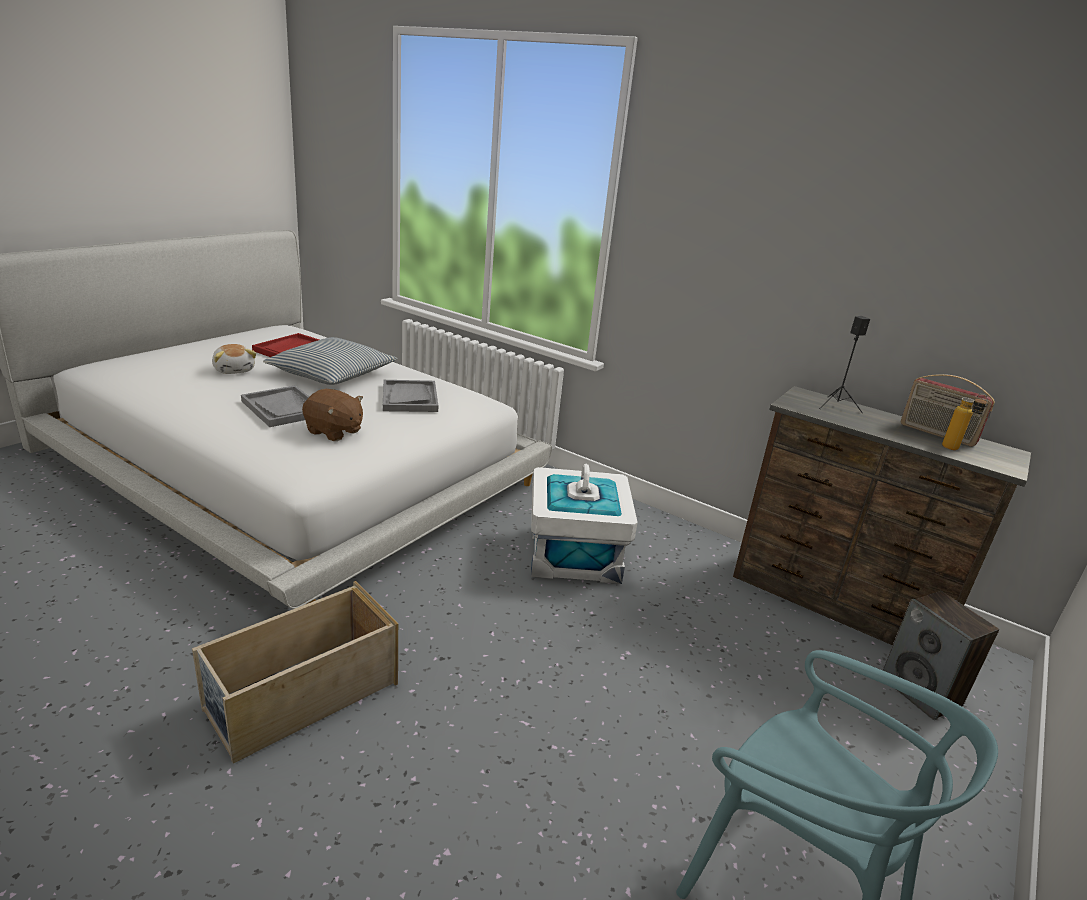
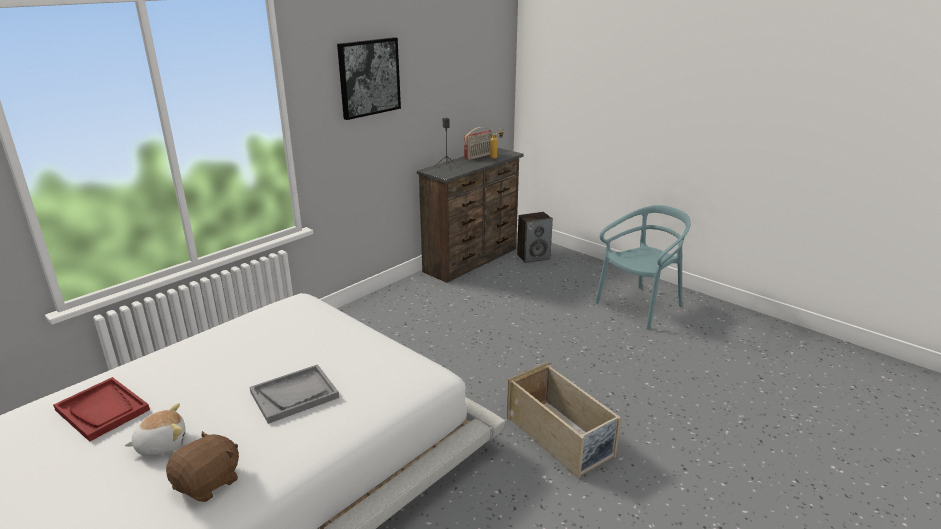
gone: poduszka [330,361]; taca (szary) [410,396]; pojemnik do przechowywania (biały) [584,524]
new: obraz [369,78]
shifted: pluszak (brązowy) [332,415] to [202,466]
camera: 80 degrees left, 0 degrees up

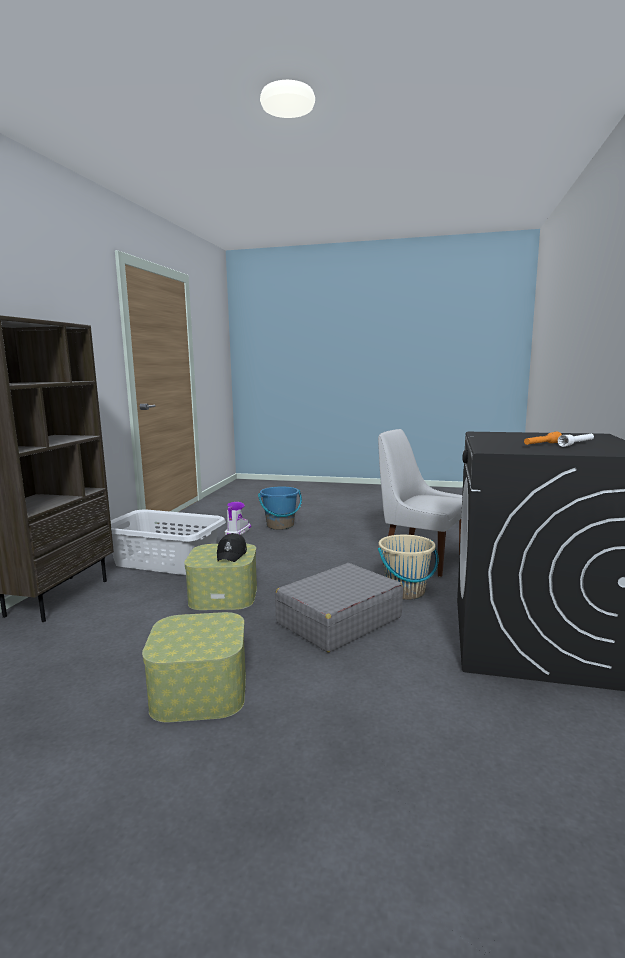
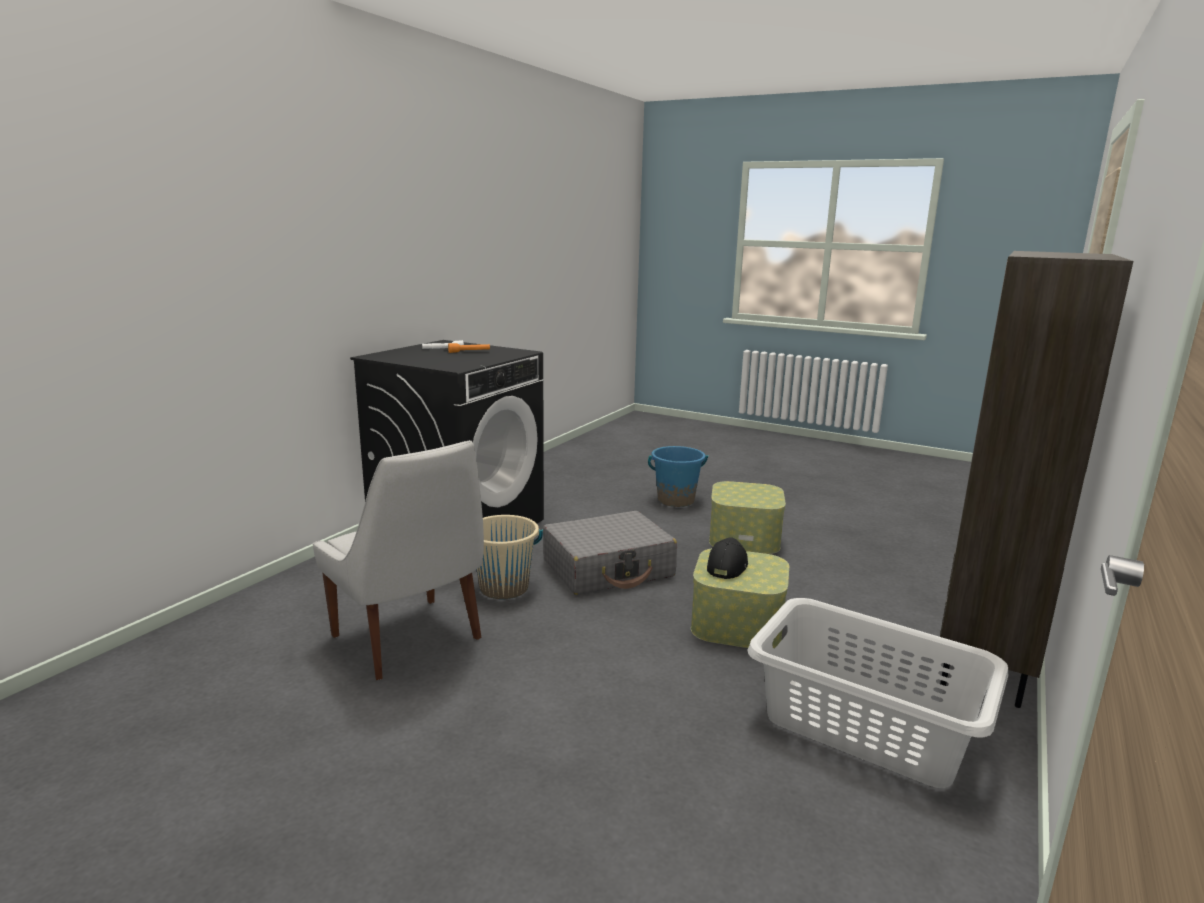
gone: but z cholewką [238,518]
shifted: wiadro (niebieski) [280,508] to [678,476]
camera: 165 degrees left, 5 degrees up

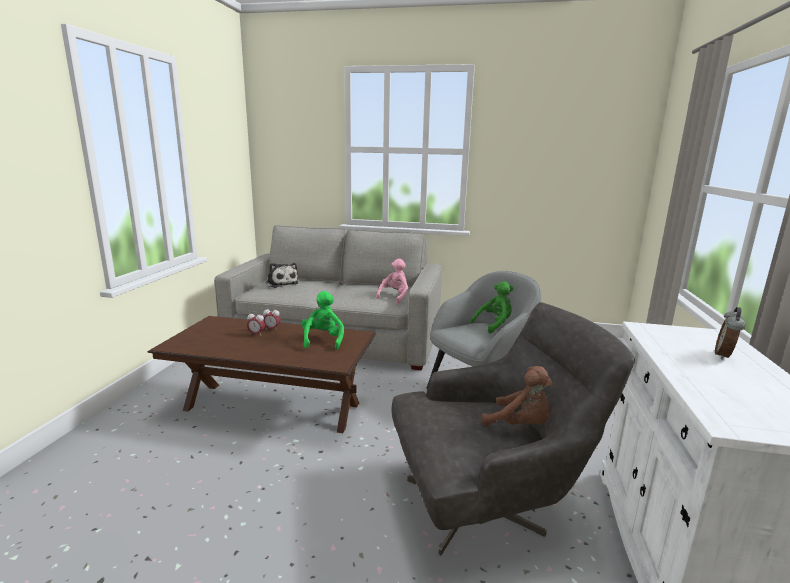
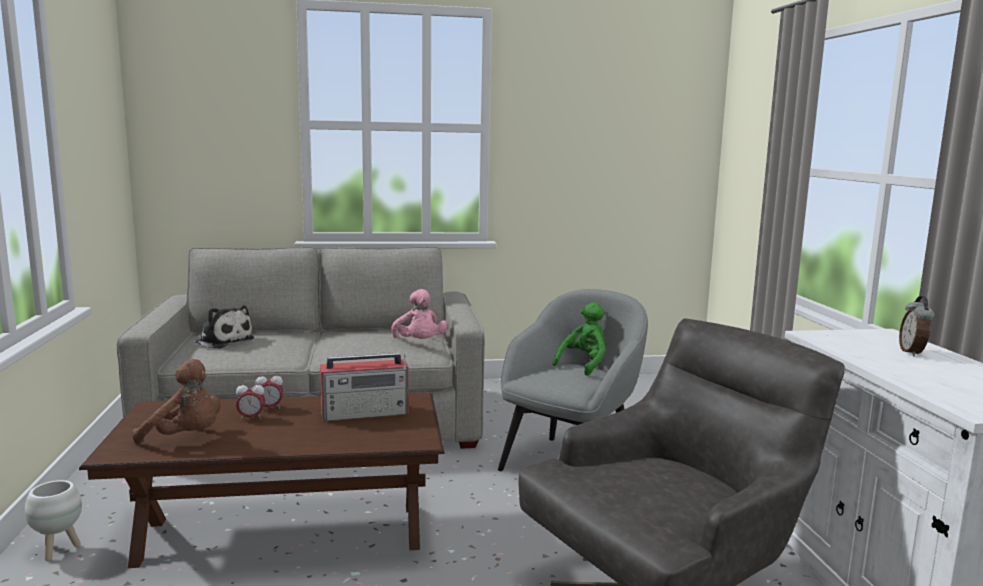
new: donica (biały) [53,520]
shifted: pluszak (brązowy) [516,396] to [176,401]
swapped: pluszak (zielony) [322,320] to radio [364,387]
rotated: pluszak (różowy) [392,281] = [419,314] 150 degrees clockwise
camera: 20 degrees left, 5 degrees down

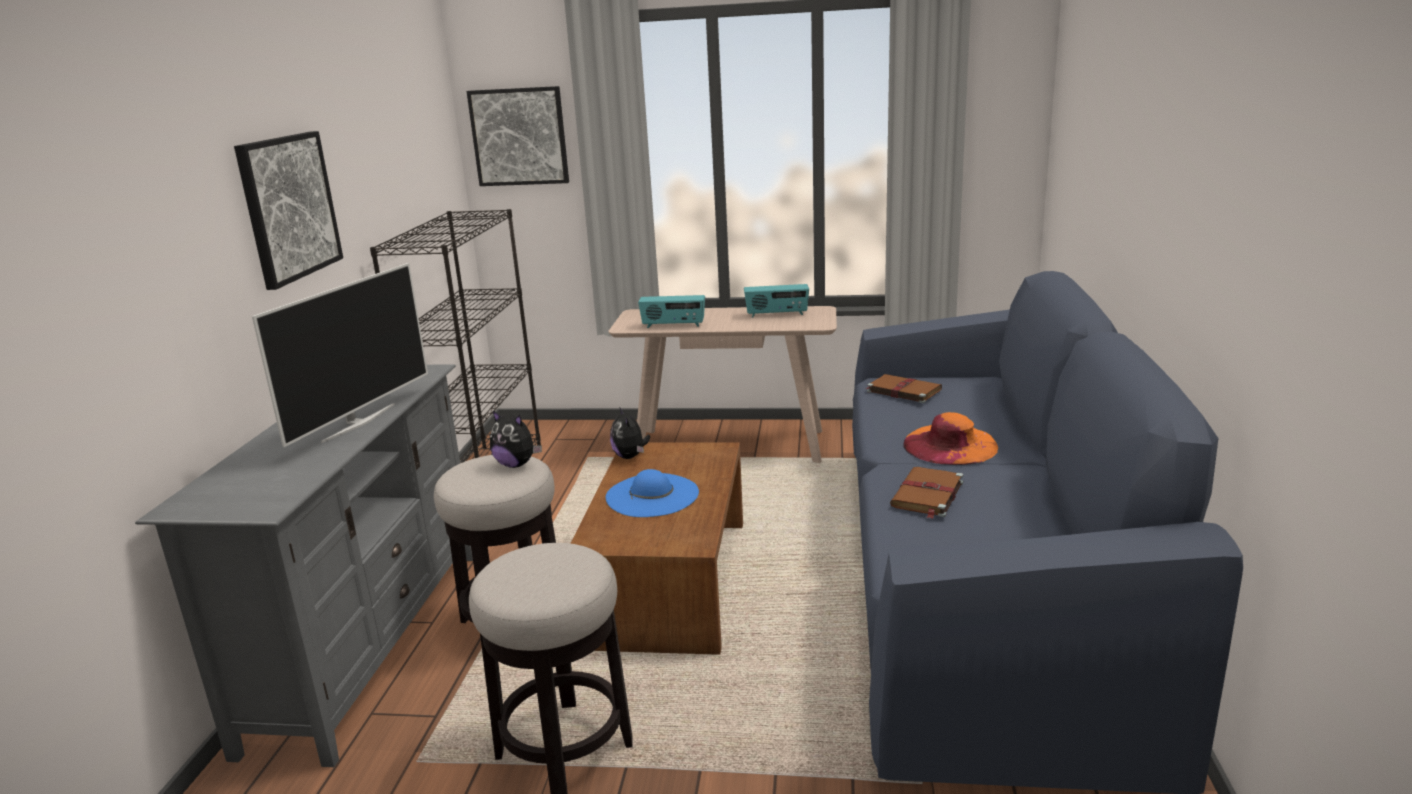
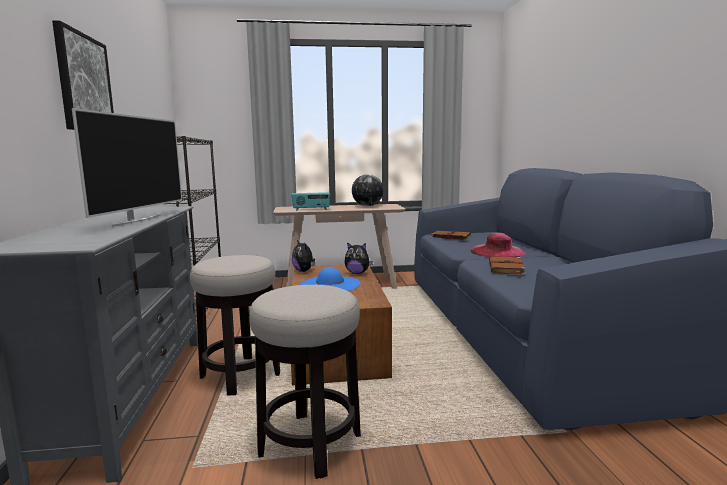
gone: obraz [517,136]
shifted: pluszak [516,439] to [359,258]
swapped: radio [776,301] to globus [367,190]
repainted: kapelusz (pomarańczowy) [950,438] to kapelusz (różowy) [498,245]
camera: 15 degrees left, 10 degrees down

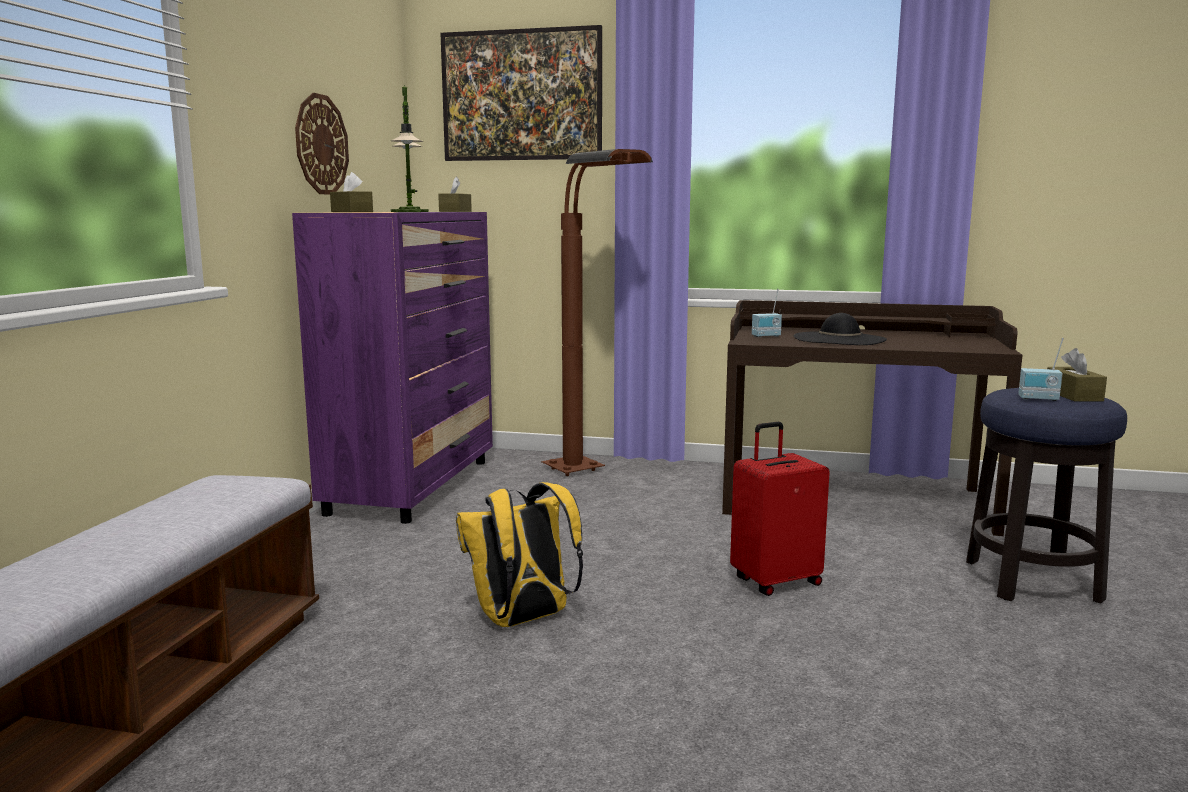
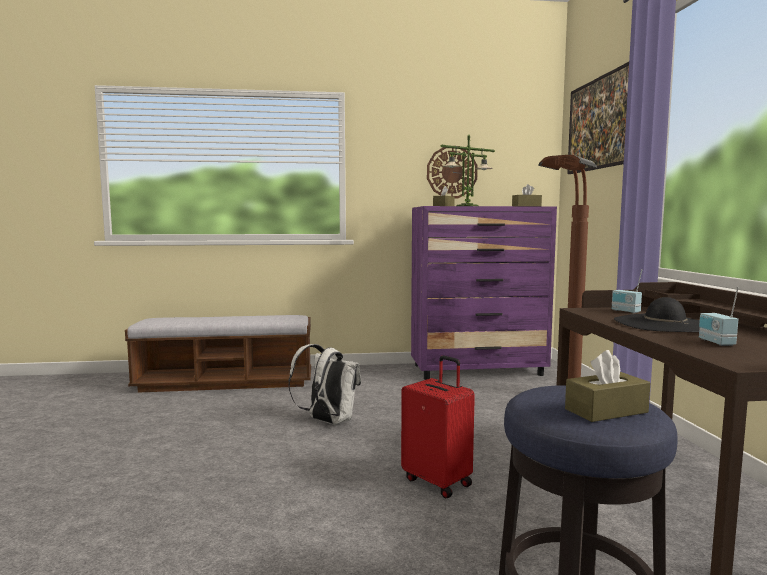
shifted: radio [1041,369] to [719,316]
repainted: plecak (żółty) [519,554] to plecak (biały) [324,384]
camera: 70 degrees right, 5 degrees down

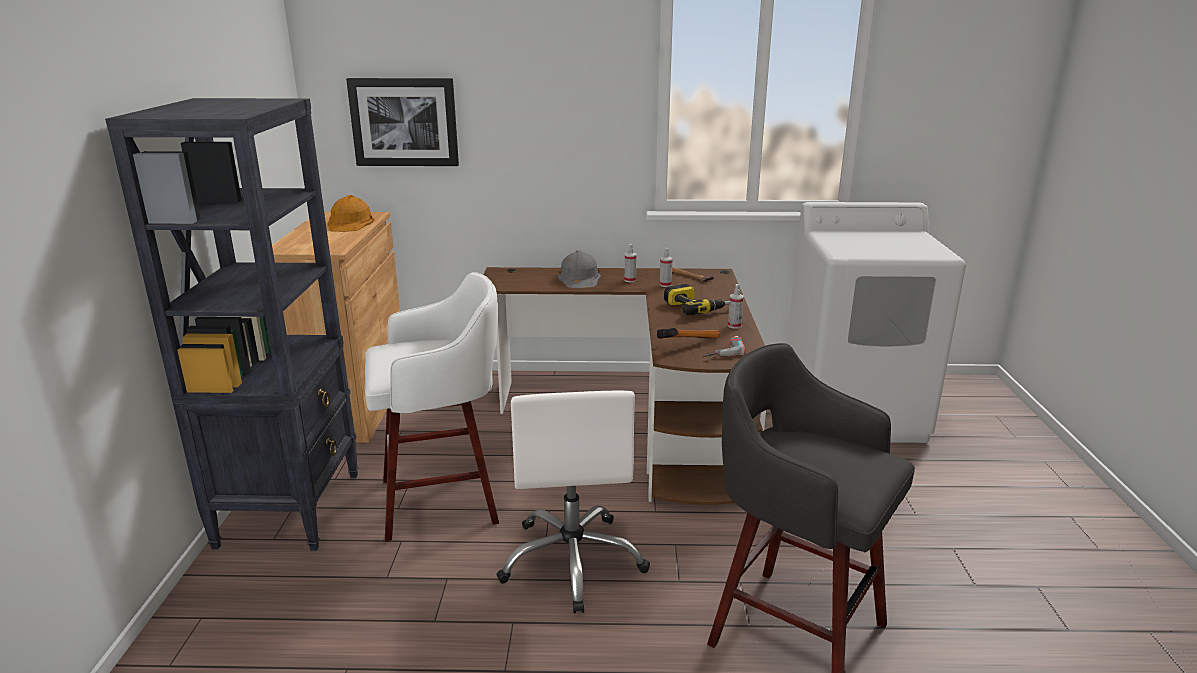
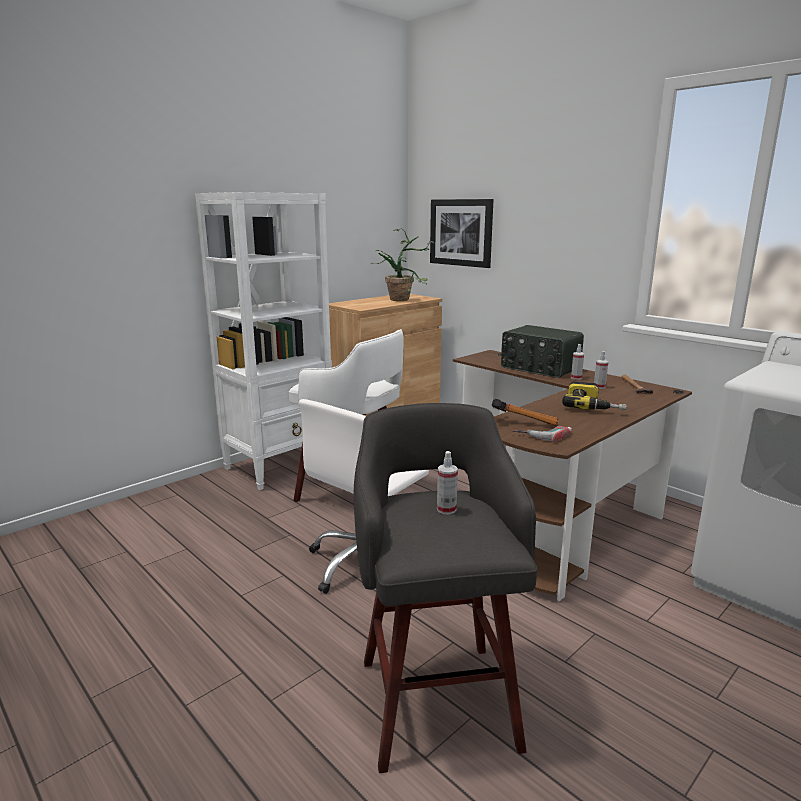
shifted: spryskiwacz [736,306] to [447,482]
swapped: kask (pomarańczowy) [351,213] to roślina doniczkowa [402,264]; kask (szary) [579,269] to radio [542,351]
repainted: regał (czarny) [232,324] to regał (biały) [263,341]
camera: 45 degrees right, 5 degrees down

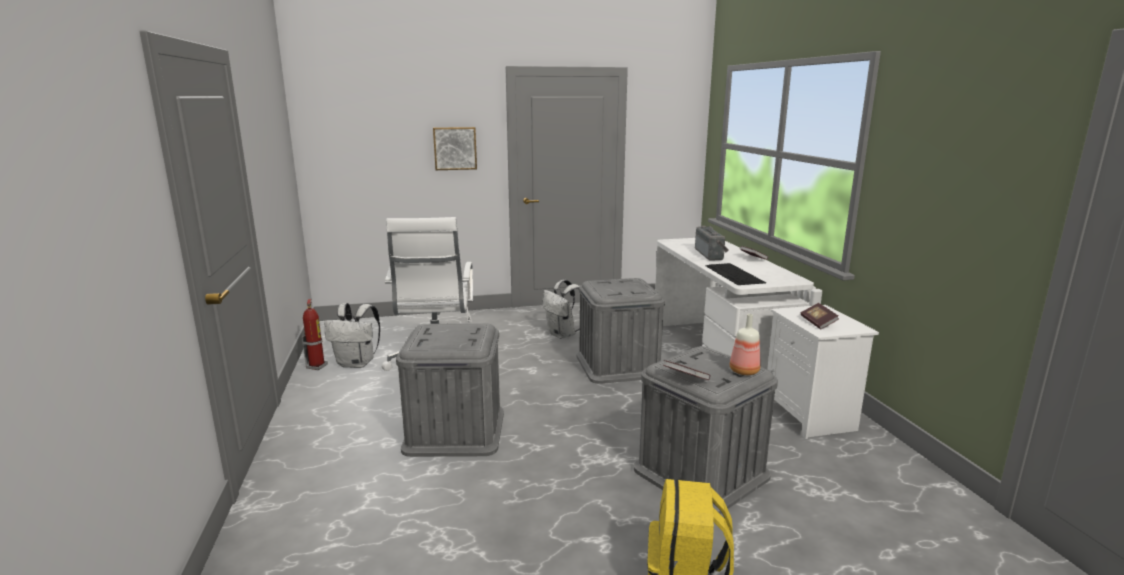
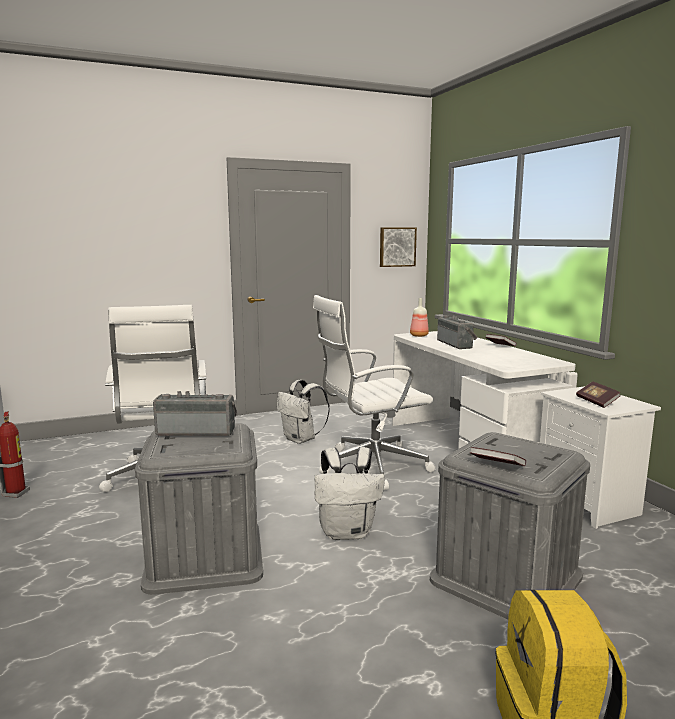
gone: klawiatura [735,274]
new: radio [195,413]
shifted: plecak (biały) [352,335] to [350,493]; obraz [455,148] to [398,247]; butelka [745,344] to [419,317]
swapped: pojemnik do przechowywania (szary) [620,331] to krzesło biurowe (biały) [374,392]
camera: 10 degrees left, 5 degrees down

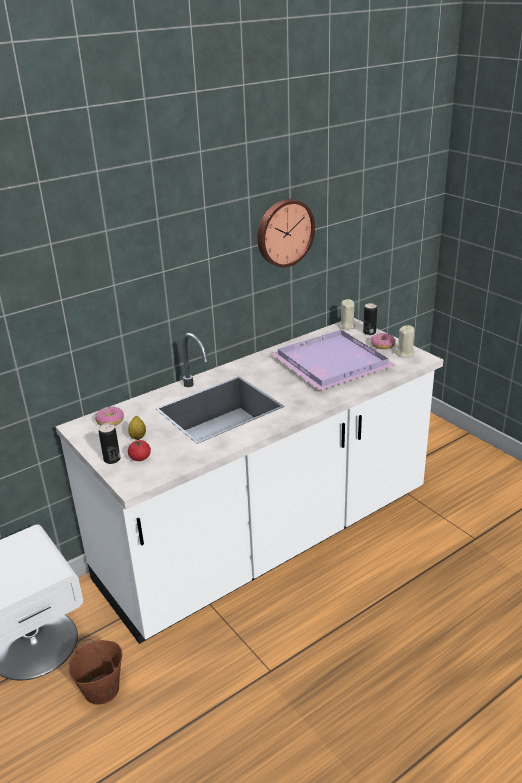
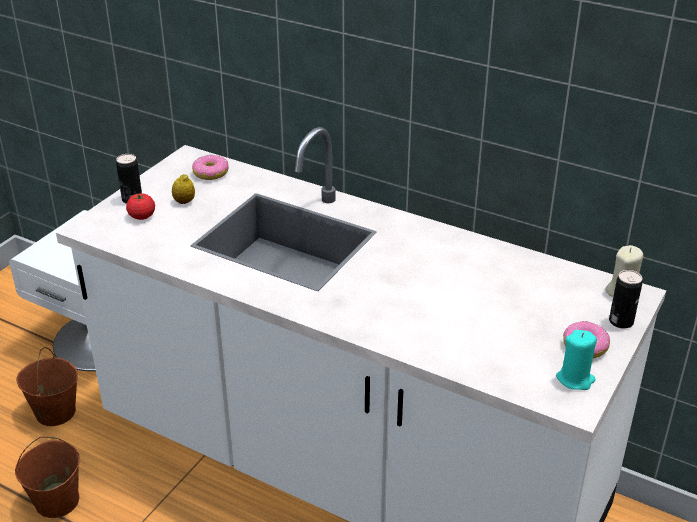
gone: zegar ścienny [286,233]; taca (fioletowy) [333,360]
new: wiadro (brązowy) [47,477]
repainted: świeca (beżowy) [405,341] to świeca (turkusowy) [576,360]
camera: 65 degrees right, 5 degrees up

